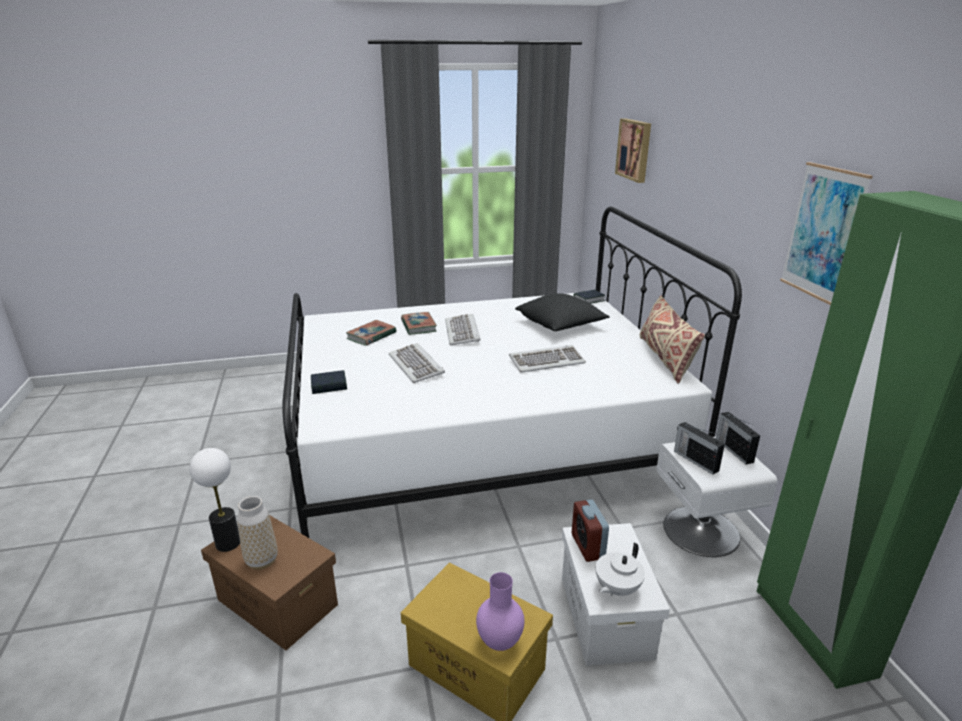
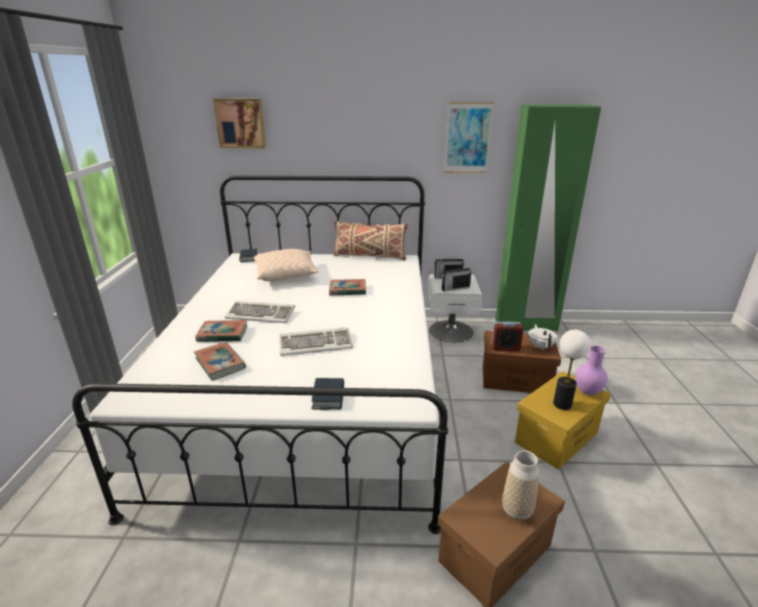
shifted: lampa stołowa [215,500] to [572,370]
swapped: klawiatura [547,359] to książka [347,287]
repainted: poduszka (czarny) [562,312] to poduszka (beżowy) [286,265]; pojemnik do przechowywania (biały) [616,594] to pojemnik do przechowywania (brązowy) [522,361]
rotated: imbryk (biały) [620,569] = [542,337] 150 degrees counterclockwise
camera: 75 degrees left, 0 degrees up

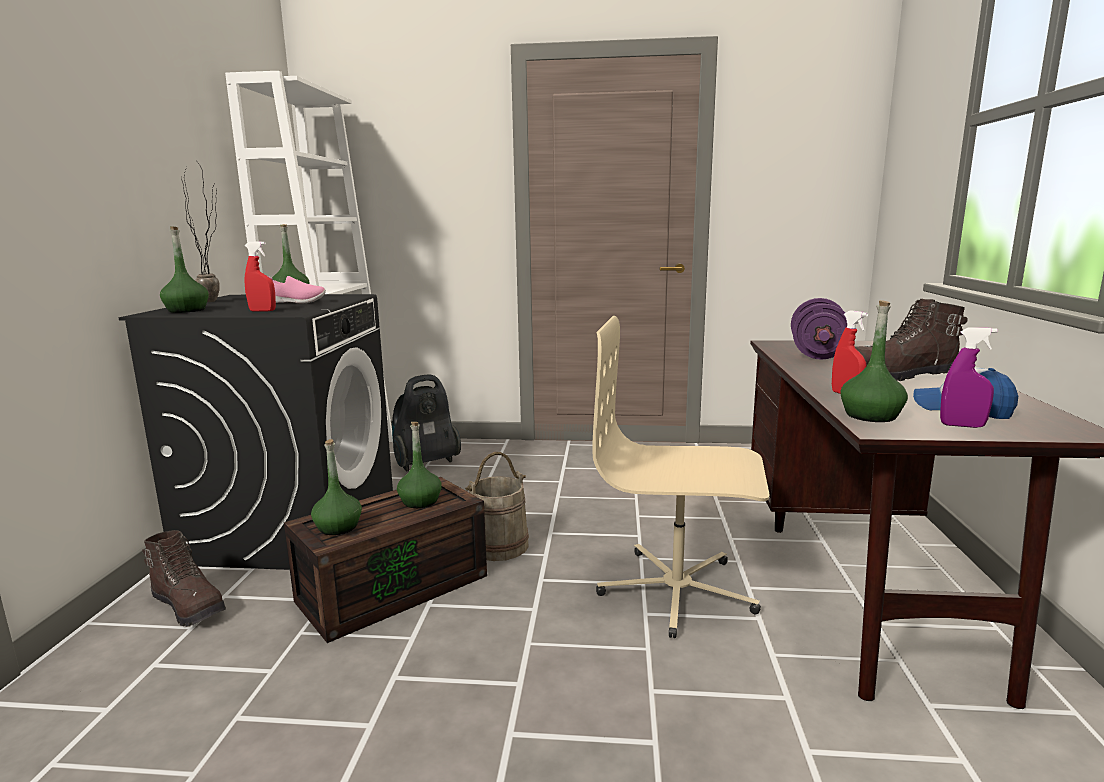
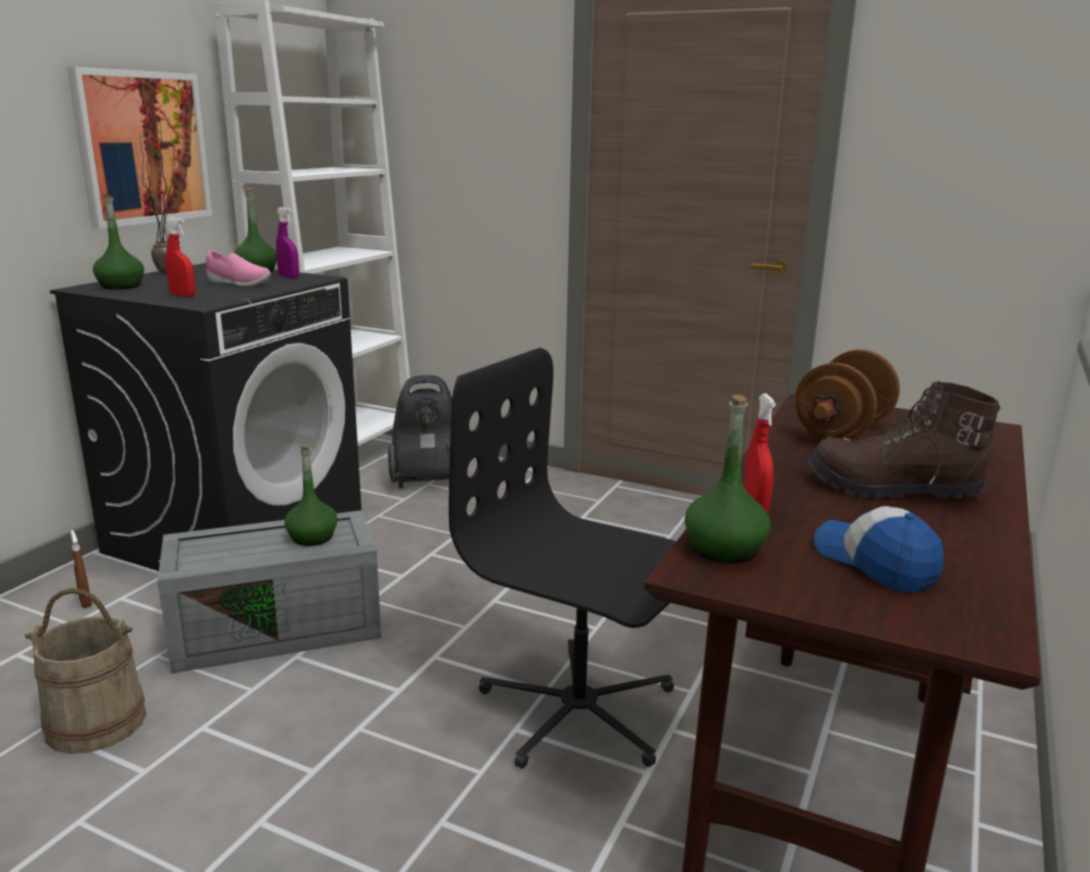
gone: butelka (zielony) [336,487]
new: obraz [139,148]
shifted: wiadro (beżowy) [497,506] to [85,671]; spryskiwacz (fioletowy) [969,377] to [287,242]
swapped: but z cholewką (brązowy) [184,578] to spryskiwacz (brązowy) [81,569]
repainted: pojemnik do przechowywania (brązowy) [385,560] to pojemnik do przechowywania (szary) [269,591]; krzesło biurowe (beżowy) [680,477] to krzesło biurowe (czarny) [562,558]; hantel (fioletowy) [819,329] to hantel (brązowy) [847,394]
camera: 20 degrees right, 5 degrees up

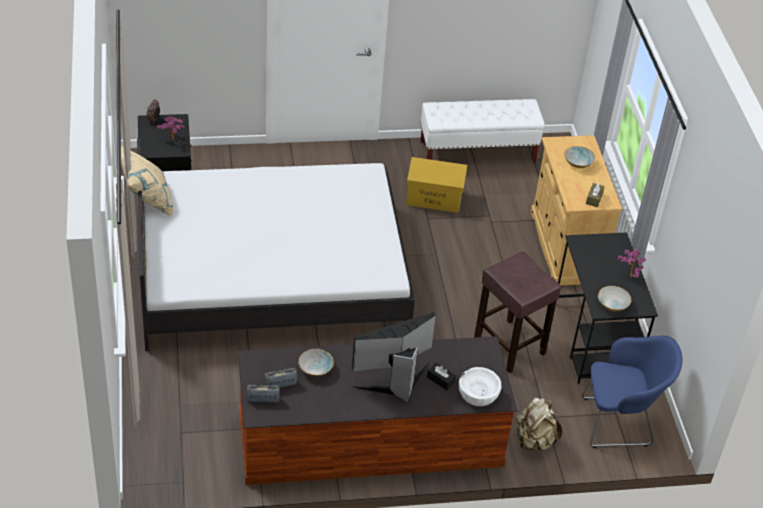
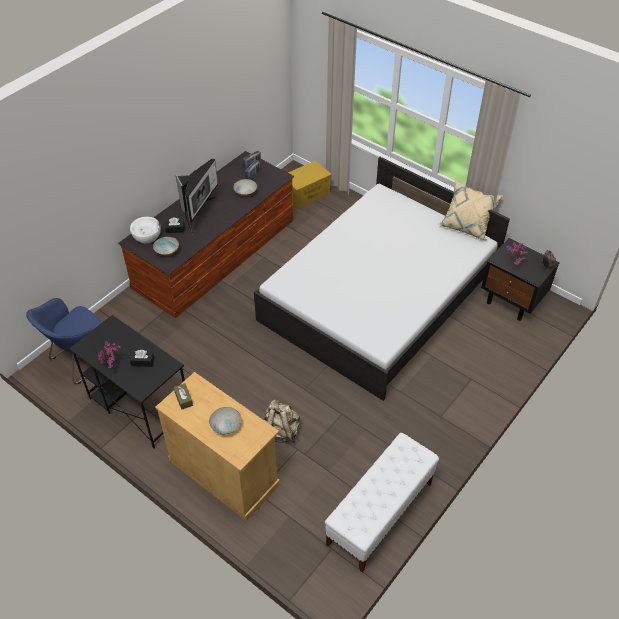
gone: stołek (brązowy) [517,312]
new: pudełko chusteczek (czarny) [142,358]
shifted: pojemnik do przechowywania (żółty) [436,185] to [309,184]; plecak (beżowy) [539,424] to [282,421]; miska [615,298] to [166,246]
camera: 140 degrees right, 5 degrees up

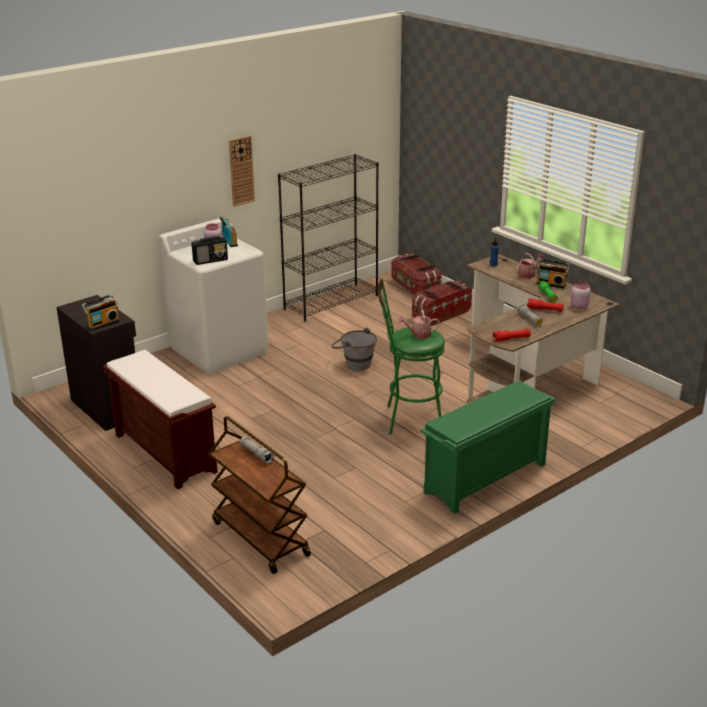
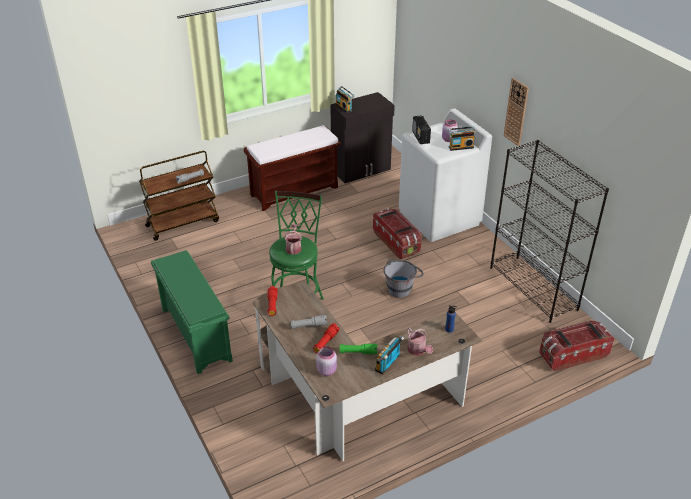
shifted: pojemnik do przechowywania [442,303] to [397,233]
camera: 100 degrees right, 10 degrees up

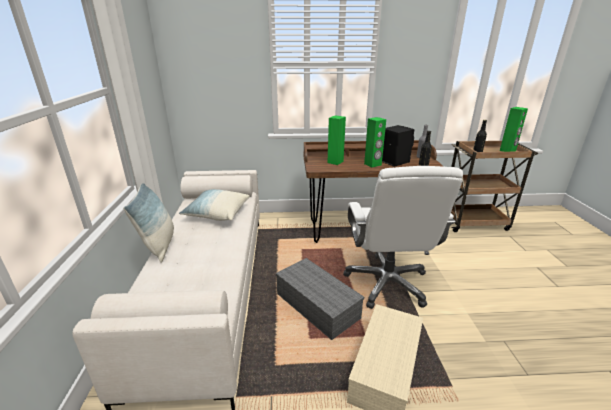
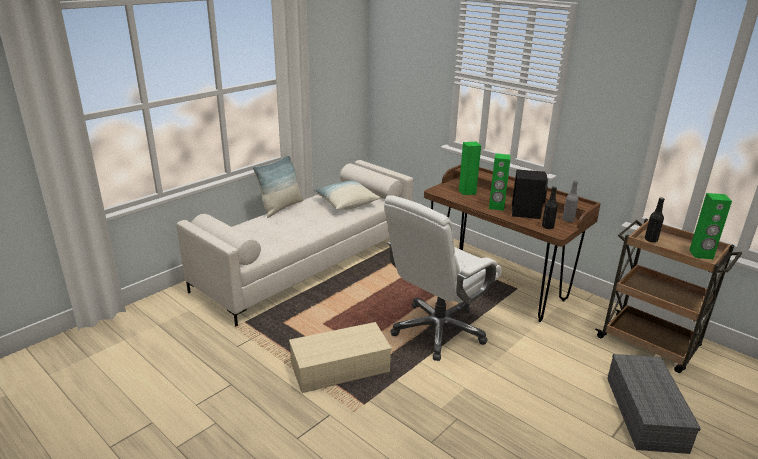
shifted: pojemnik do przechowywania (szary) [320,299] to [654,404]
camera: 45 degrees right, 0 degrees up

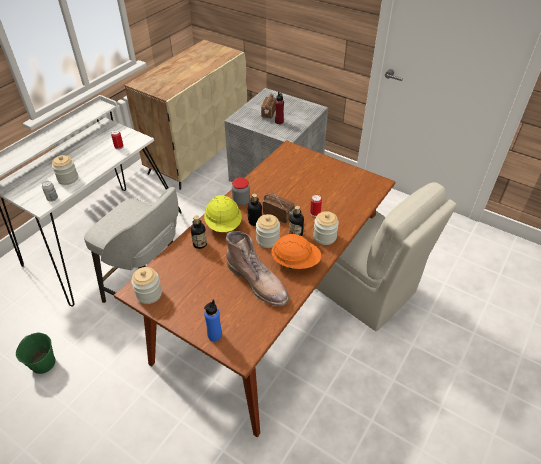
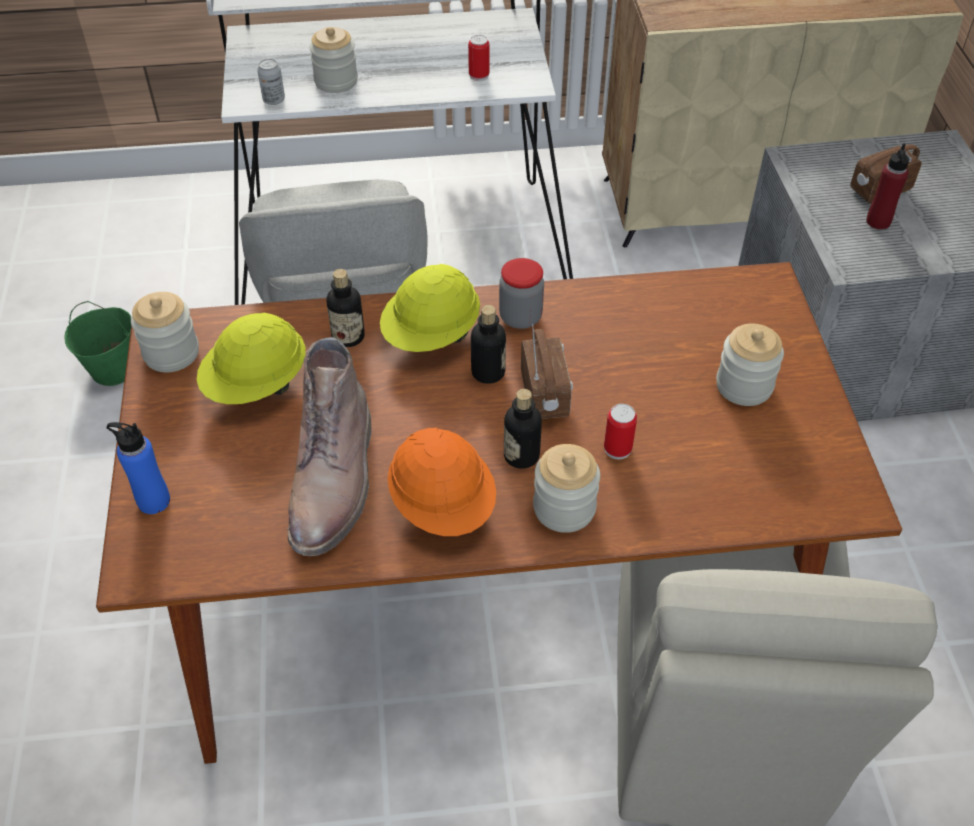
new: kask (żółty) [251,358]
shifted: słoik [268,231] to [750,365]
camera: 50 degrees right, 5 degrees up

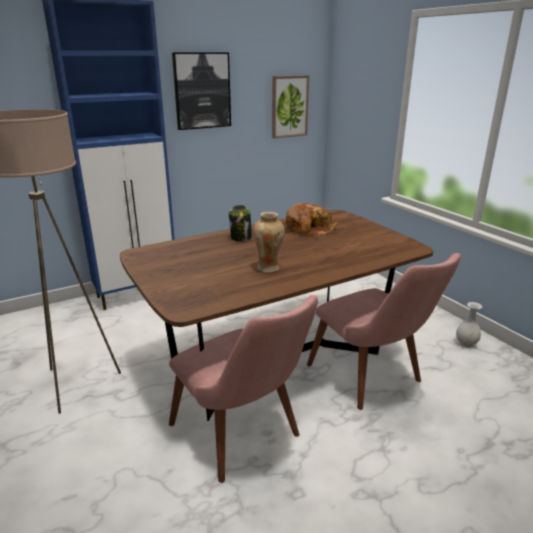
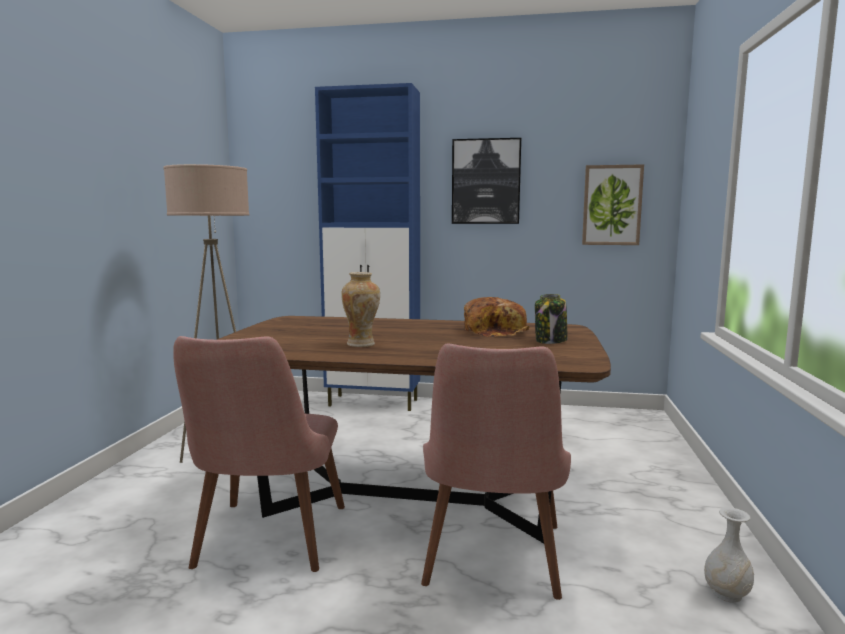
shifted: słoik [240,223] to [551,319]
camera: 40 degrees right, 15 degrees down

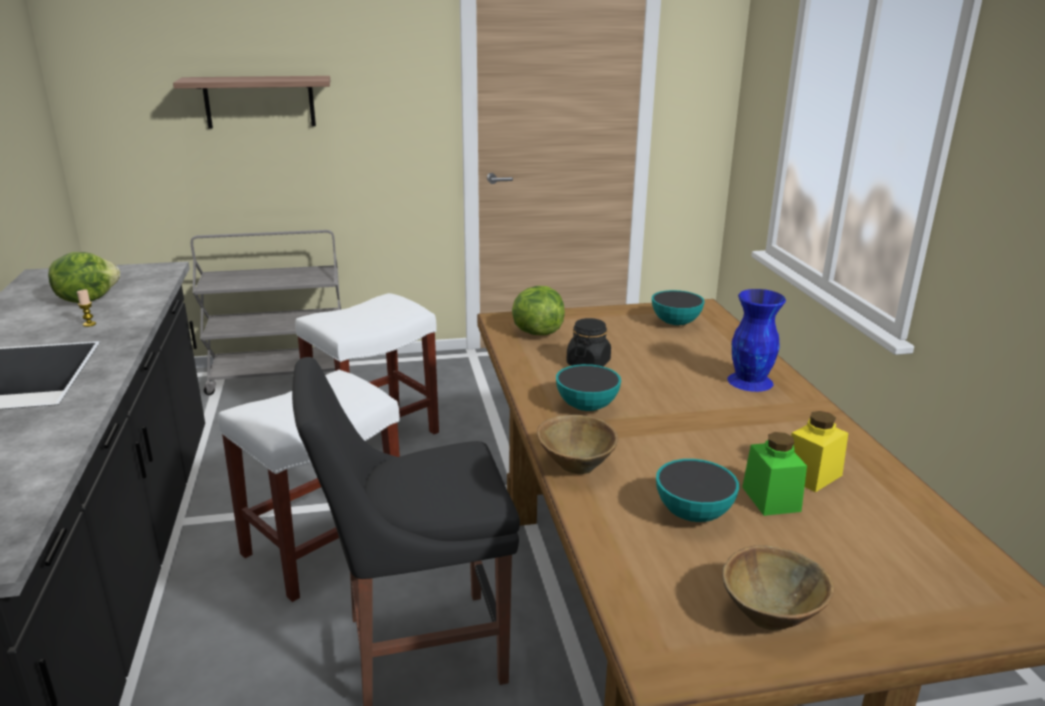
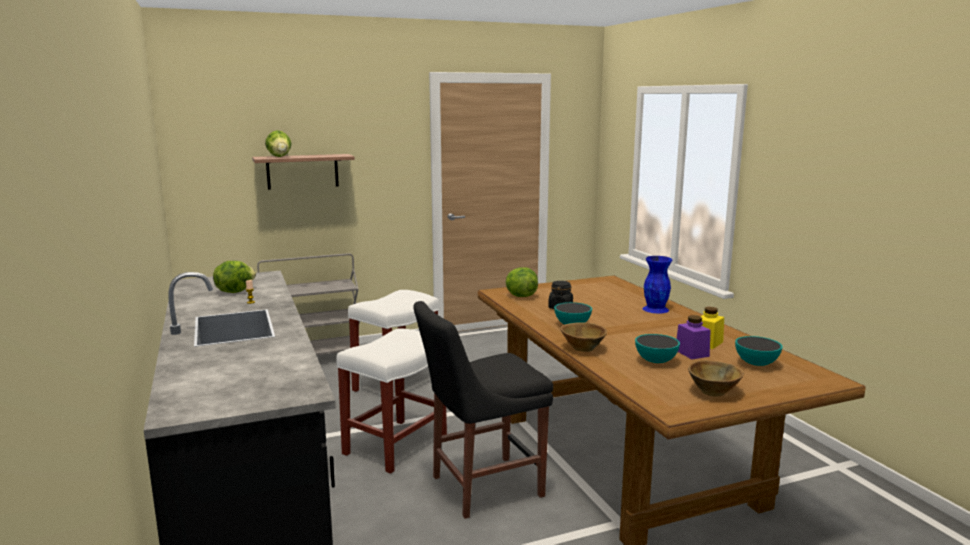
new: sałata [278,143]
shifted: miska [678,307] to [758,351]
repainted: słoik (zielony) [774,474] to słoik (fioletowy) [694,337]
camera: 10 degrees left, 10 degrees down

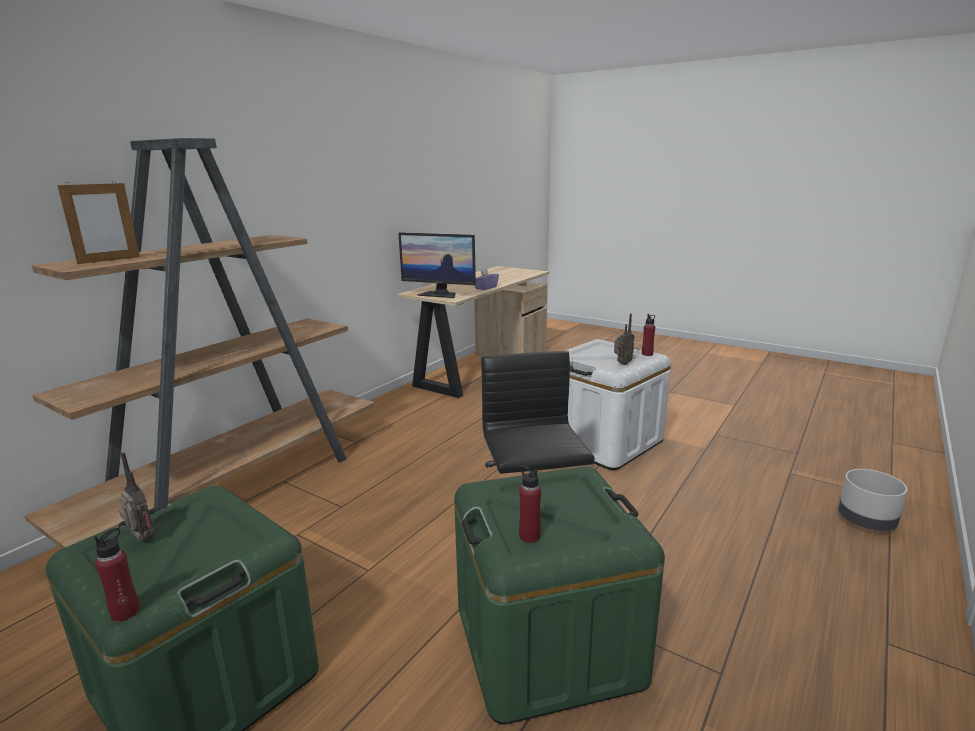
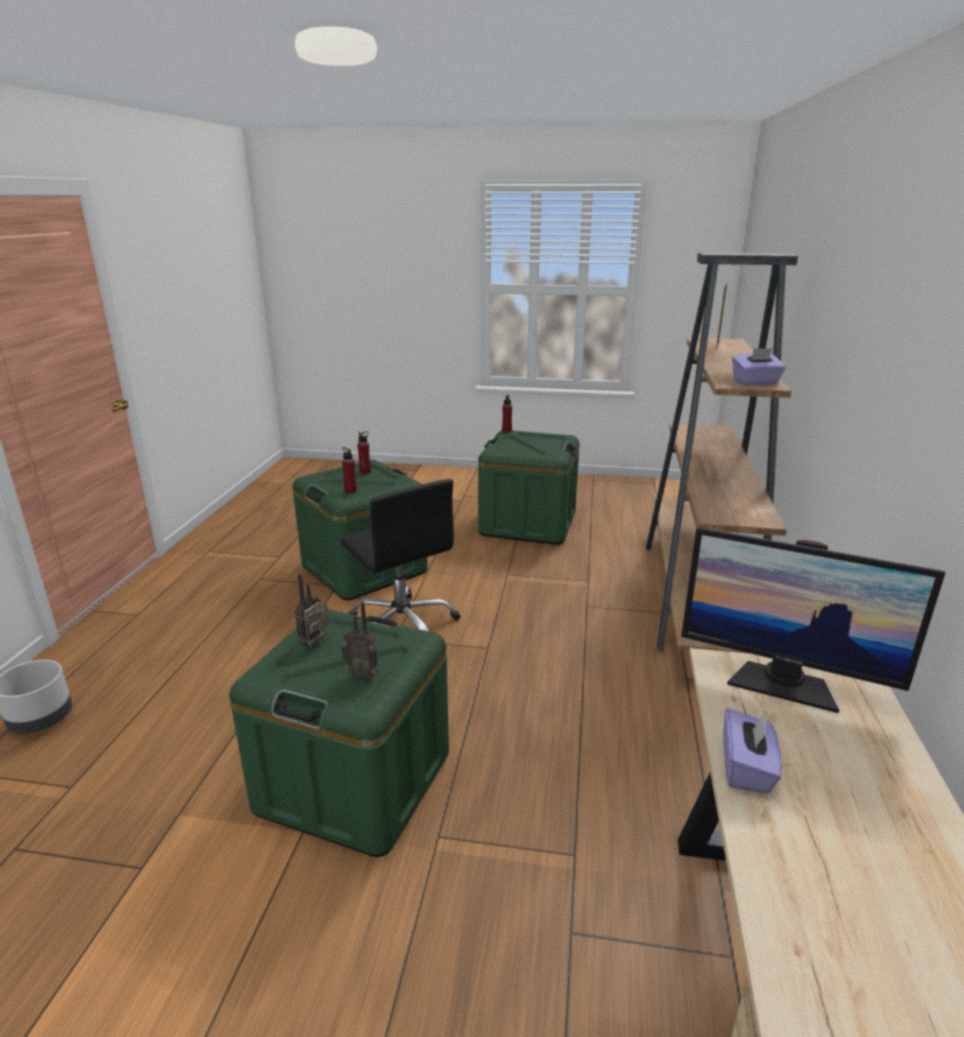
new: pudełko chusteczek (fioletowy) [759,366]
shifted: radio [136,496] to [359,641]; butelka (czerwony) [648,335] to [349,470]
repainted: pojemnik do przechowywania (biały) [618,404] to pojemnik do przechowywania (zielony) [339,733]
rotated: monitor [437,265] = [813,620] 150 degrees counterclockwise
camera: 155 degrees right, 5 degrees up

